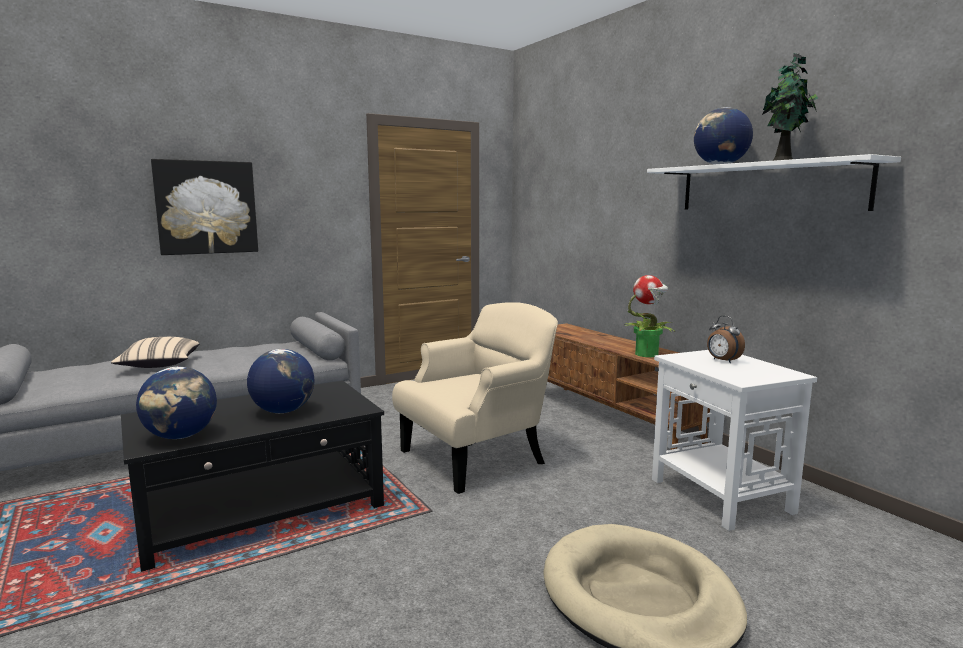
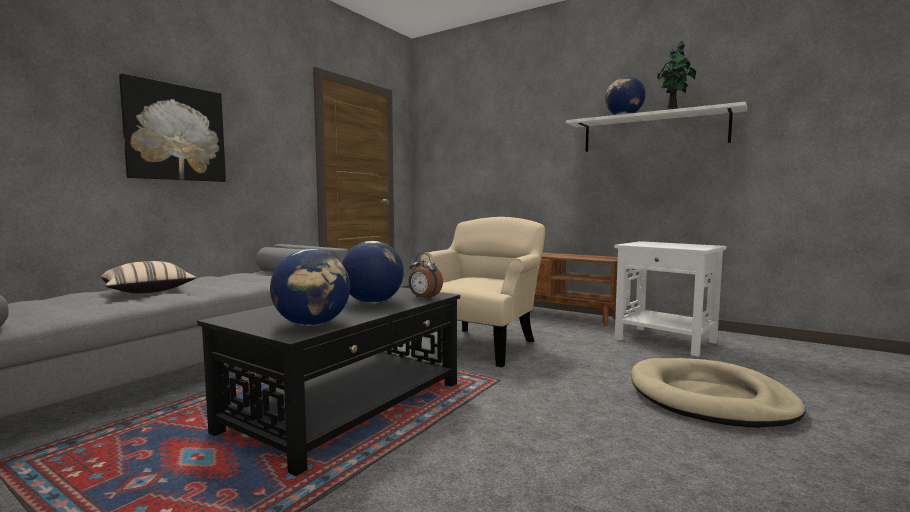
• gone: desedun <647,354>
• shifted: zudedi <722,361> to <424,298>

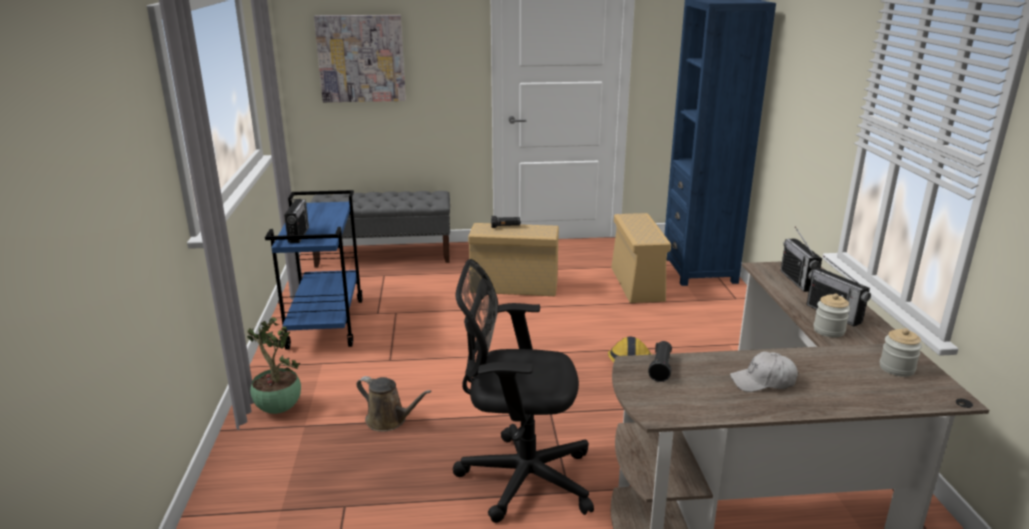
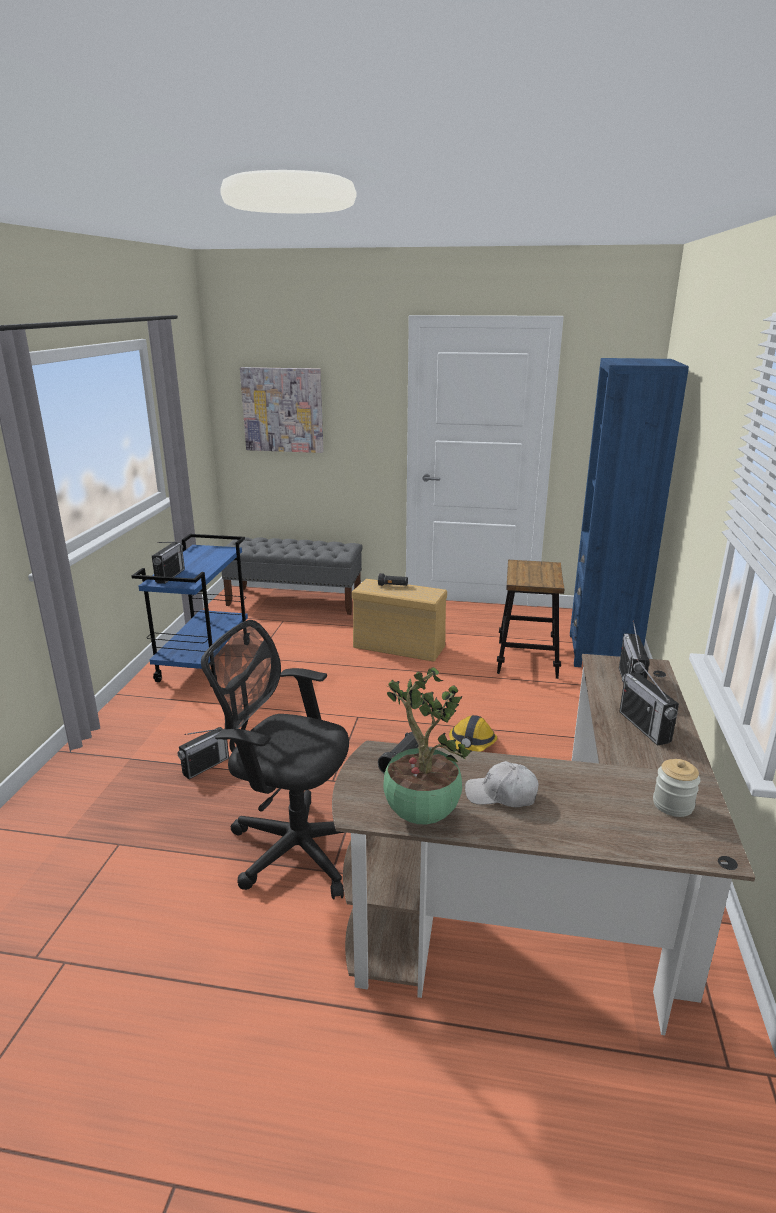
• gone: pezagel <828,330>
• shifted: desedun <277,409> to <420,813>
• swapped: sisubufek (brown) <389,420> to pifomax <206,766>
• swapped: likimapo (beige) <637,284> to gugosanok <527,659>

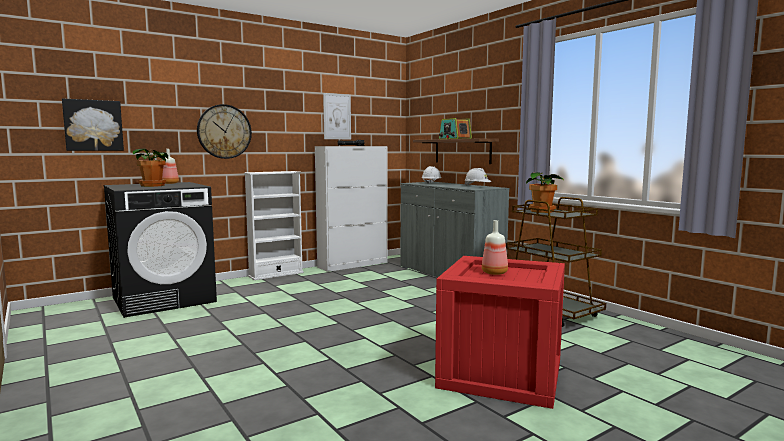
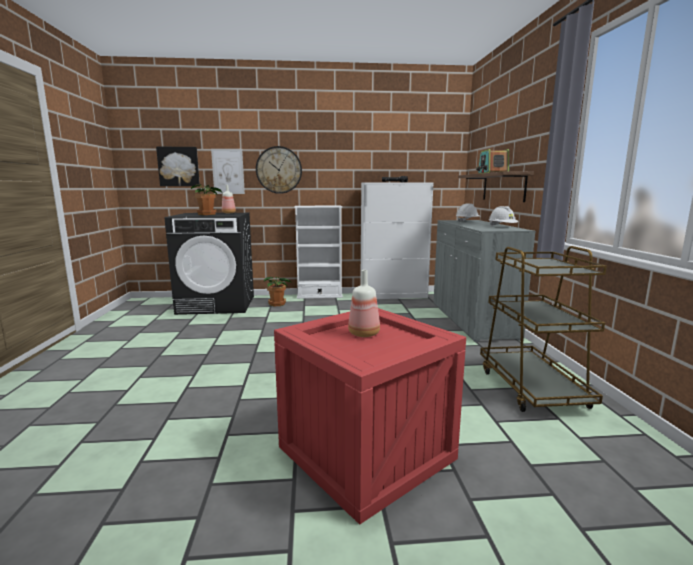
• shifted: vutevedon <337,116> to <228,171>
• shifted: desedun <542,211> to <278,304>

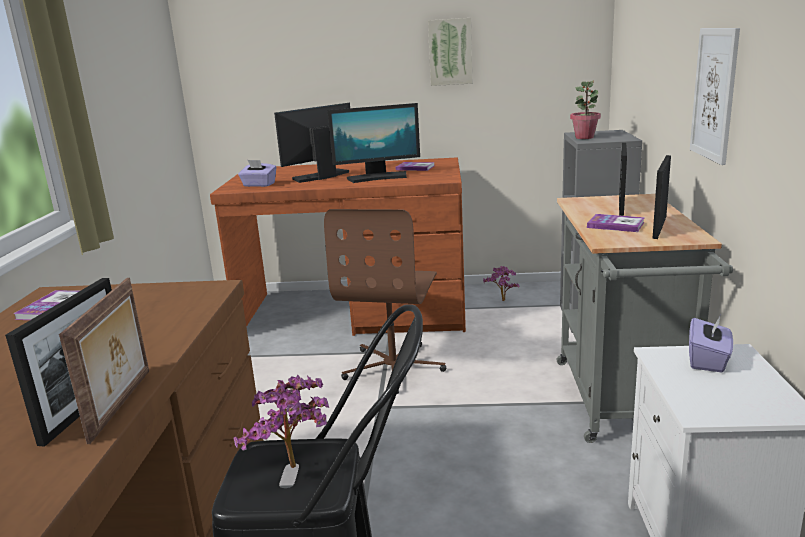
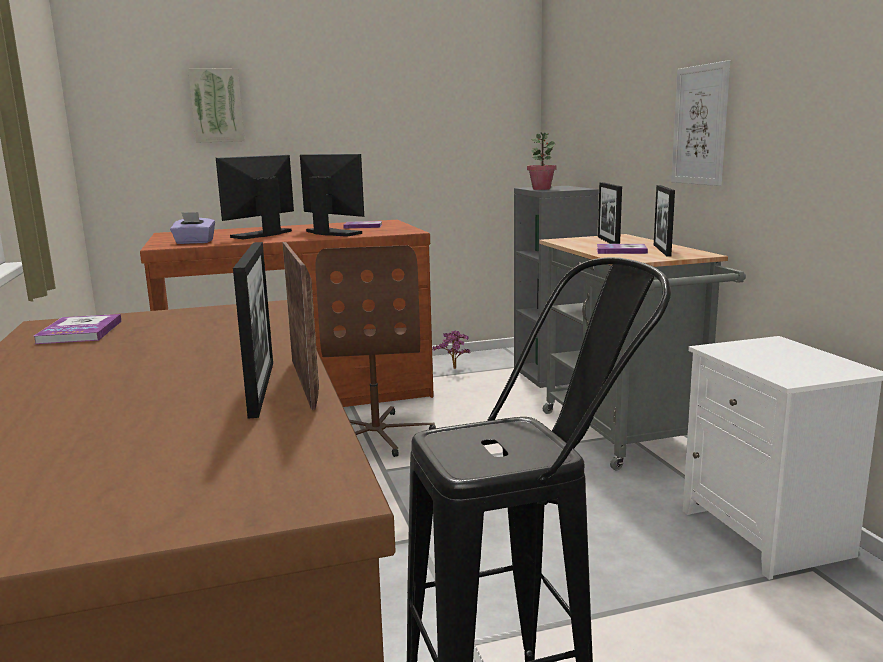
• gone: desedun <296,470>
• gone: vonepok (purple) <708,360>
• shifted: vutevedon <450,52> to <217,106>
• rotated: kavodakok <378,177> = <332,233> 105 degrees counterclockwise

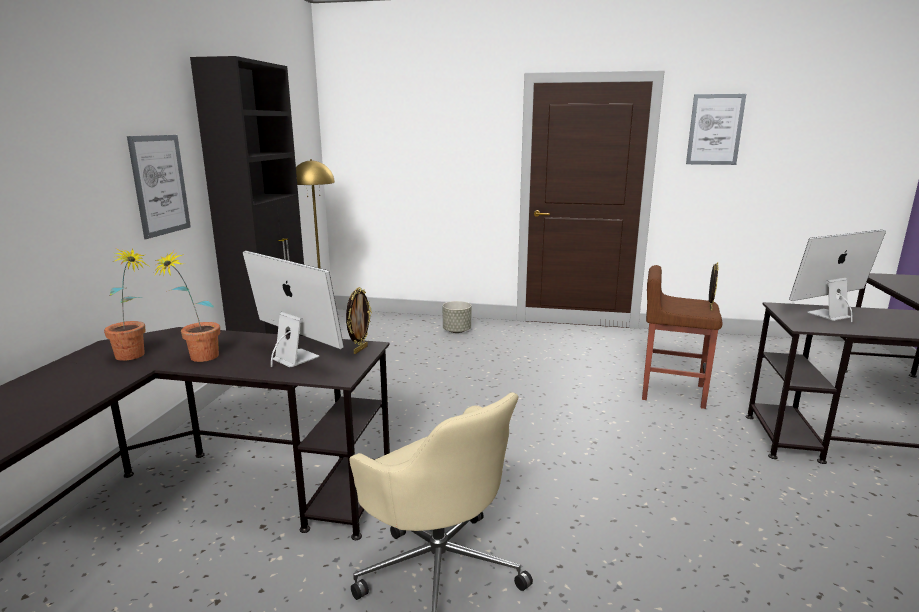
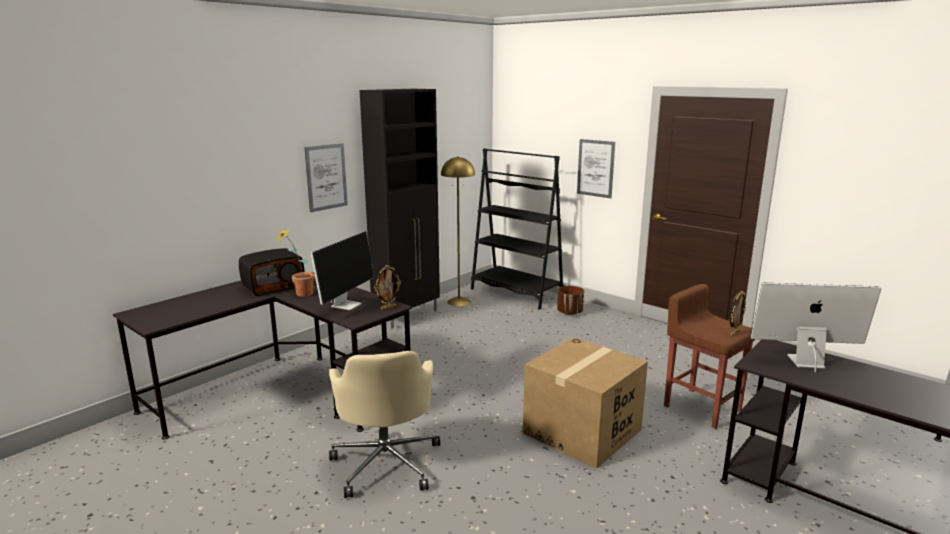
• new: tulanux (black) <516,293>
• new: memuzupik <582,432>
• shifted: vutevedon <715,129> to <595,168>
• swapped: desedun <135,357> to pifomax <273,286>
• repainted: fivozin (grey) <457,331> to fivozin (brown) <570,313>
• rotated: kavodakok <294,358> = <346,304> 45 degrees clockwise

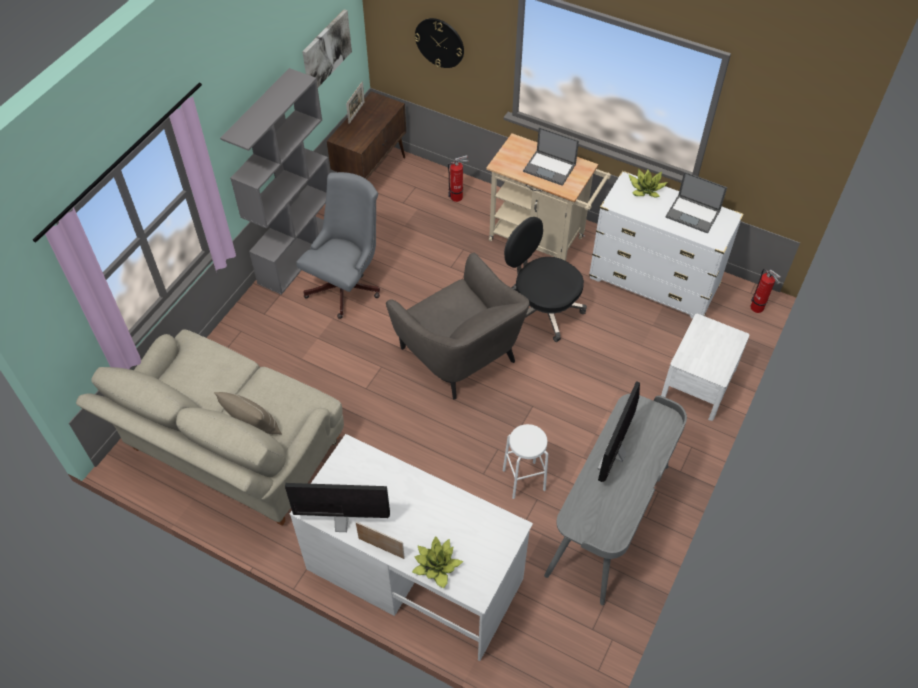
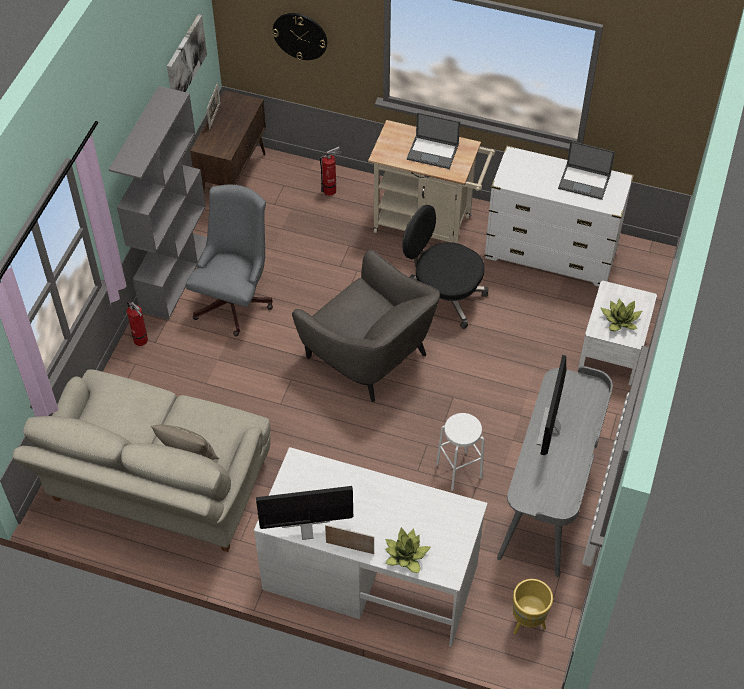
• new: fivozin (yellow) <528,622>
• shifted: desedun <645,190> to <620,321>
• shifted: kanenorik <758,308> to <141,341>

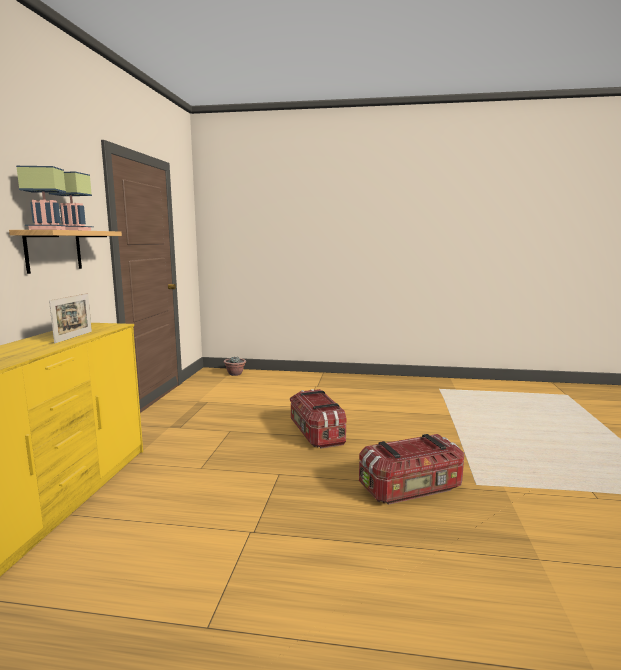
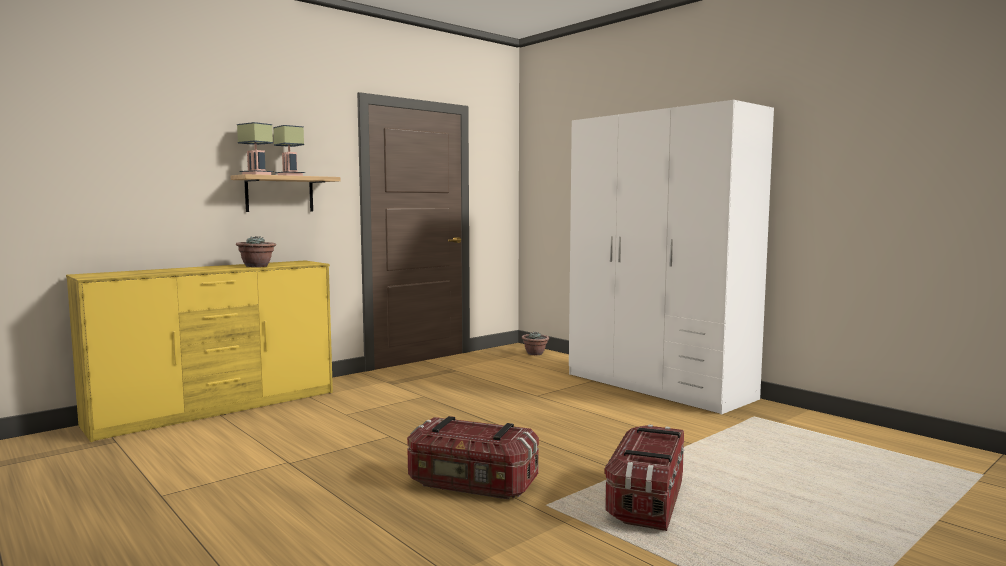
• new: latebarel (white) <658,386>
• shifted: likimapo <316,433> to <646,501>
• swapped: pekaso <74,337> to desedun <257,266>

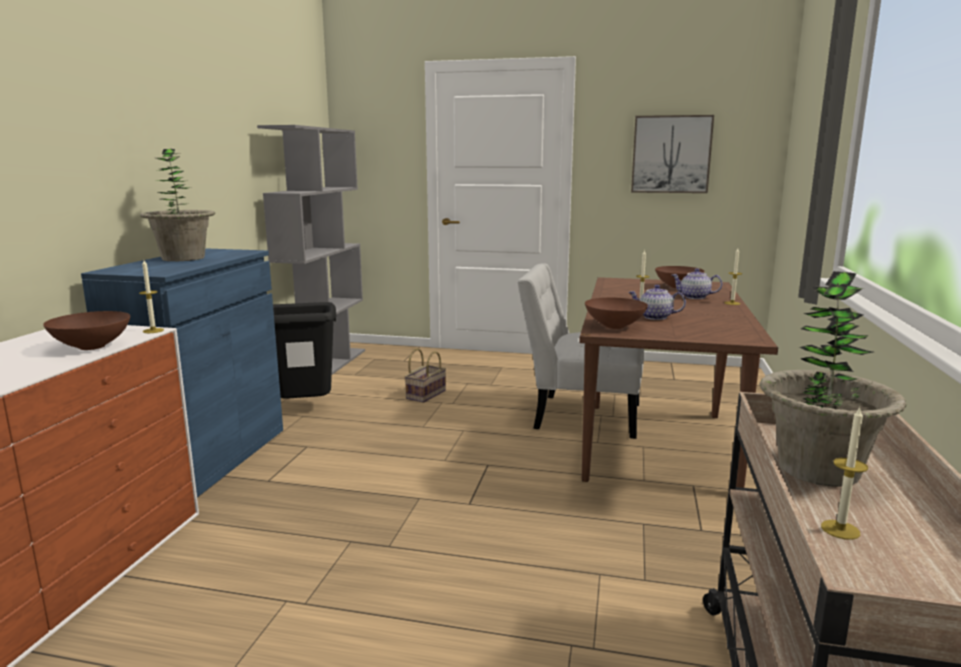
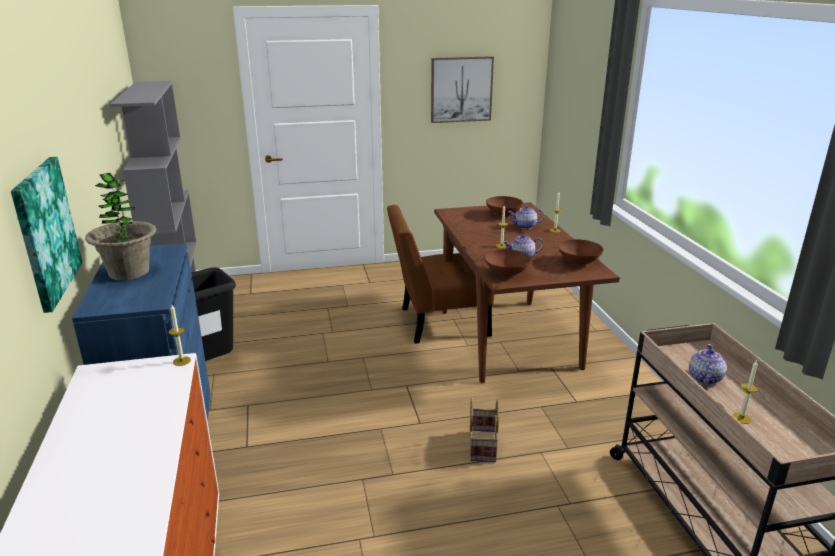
• new: vutevedon <45,231>
• shifted: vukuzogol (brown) <92,346> to <578,262>
• shifted: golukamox <426,394> to <481,445>
• swapped: desedun <818,469> to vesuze <704,378>
• repainted: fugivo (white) <580,415> to fugivo (brown) <438,322>

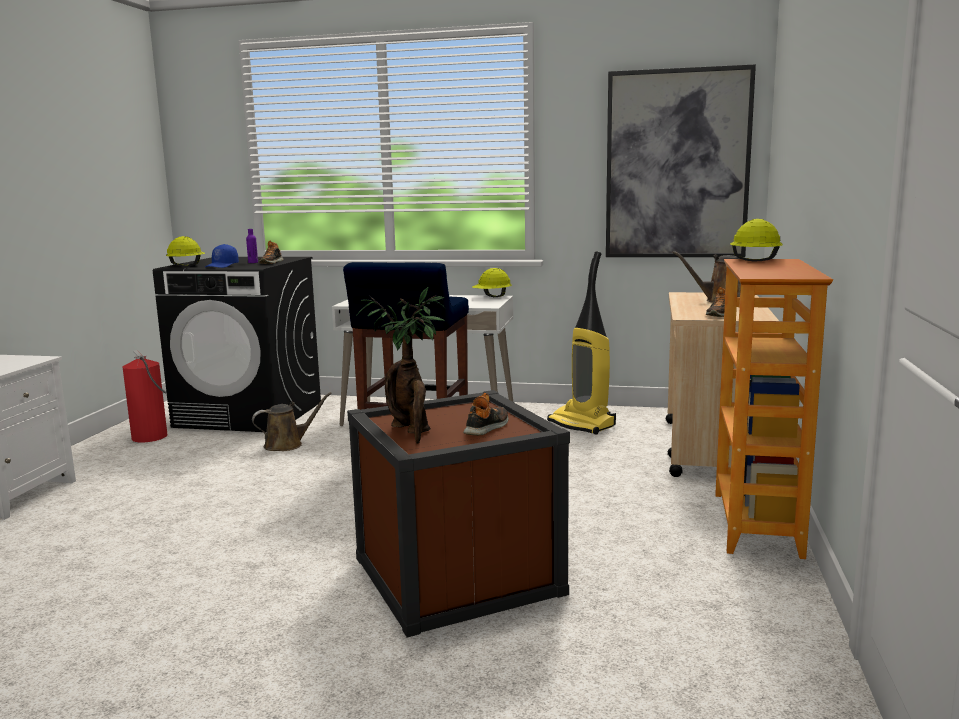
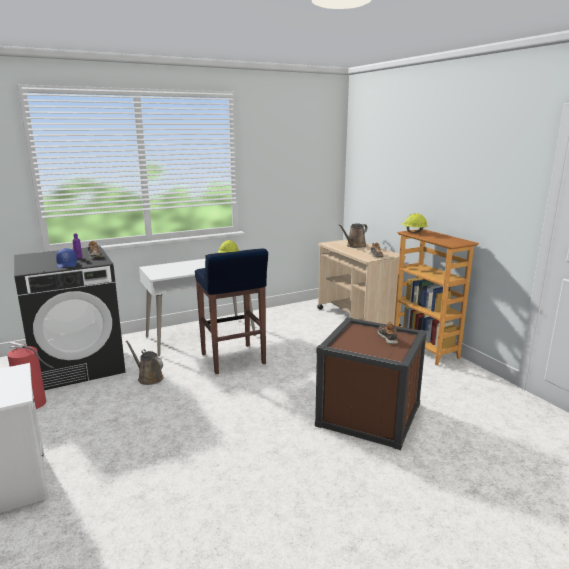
• gone: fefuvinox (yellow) <186,266>
• gone: desedun <411,431>
• gone: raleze <582,424>
• gone: vutevedon <677,165>
• rotated: sisubufek (brown) <287,444> = <148,378> 75 degrees counterclockwise

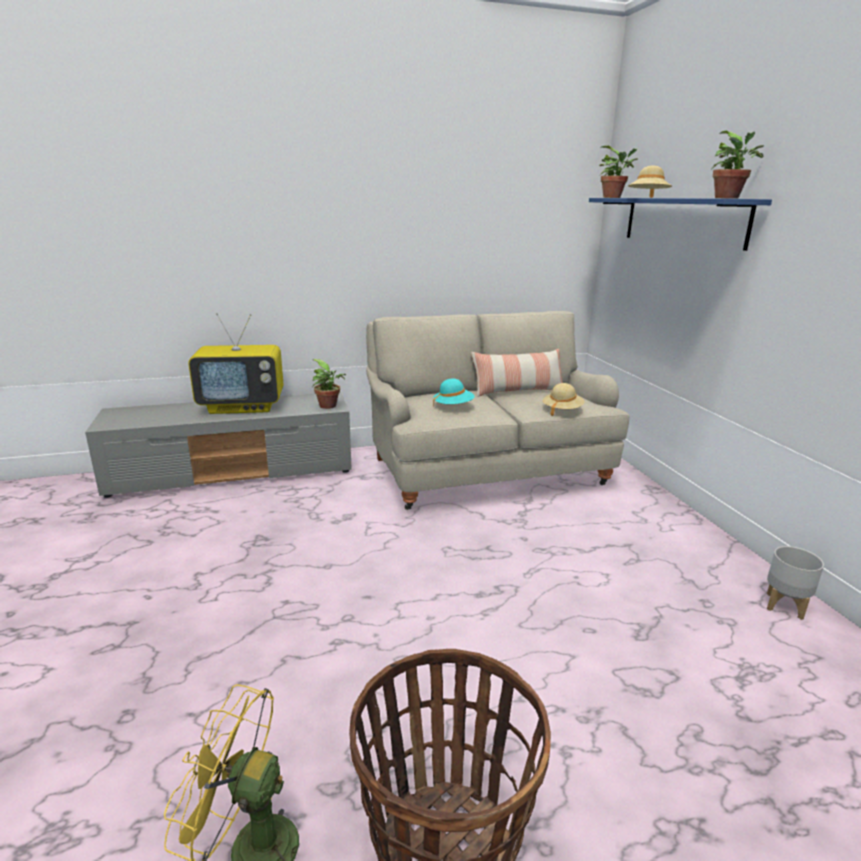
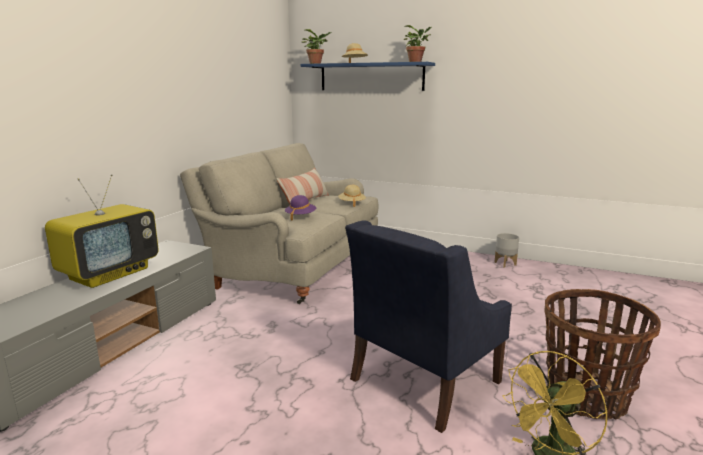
• gone: desedun <329,406>
• new: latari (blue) <423,381>
• repainted: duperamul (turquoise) <453,406> to duperamul (purple) <300,216>

